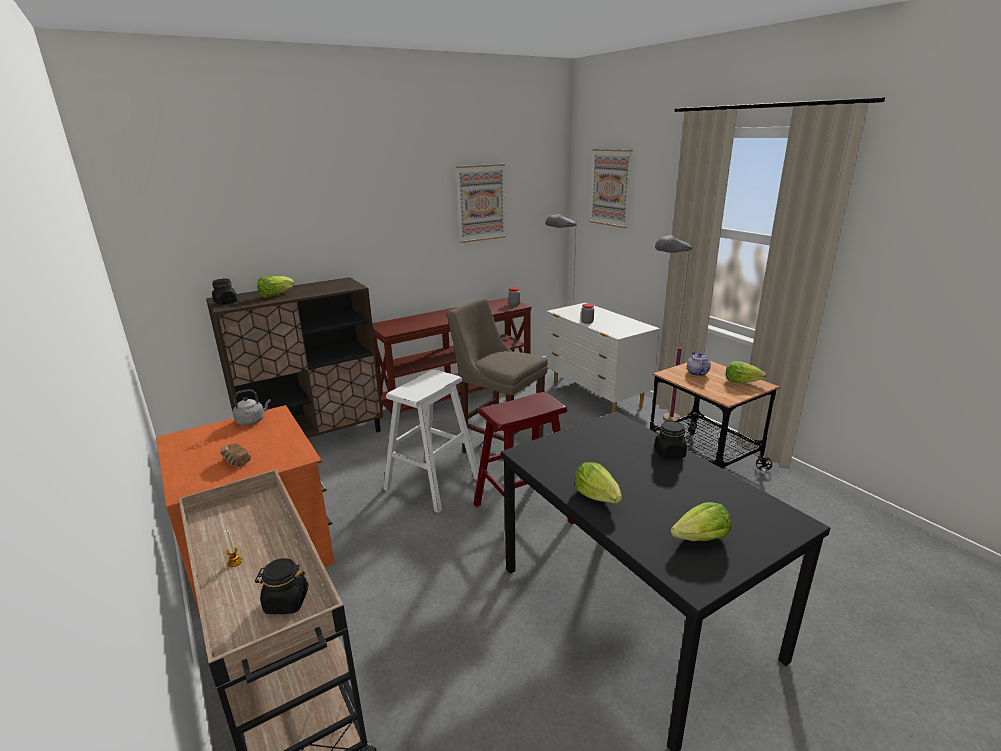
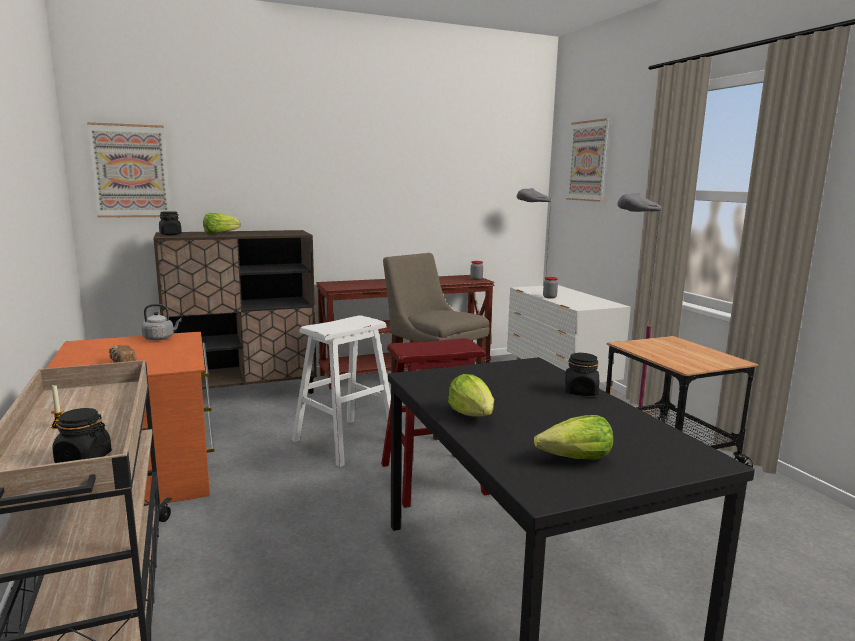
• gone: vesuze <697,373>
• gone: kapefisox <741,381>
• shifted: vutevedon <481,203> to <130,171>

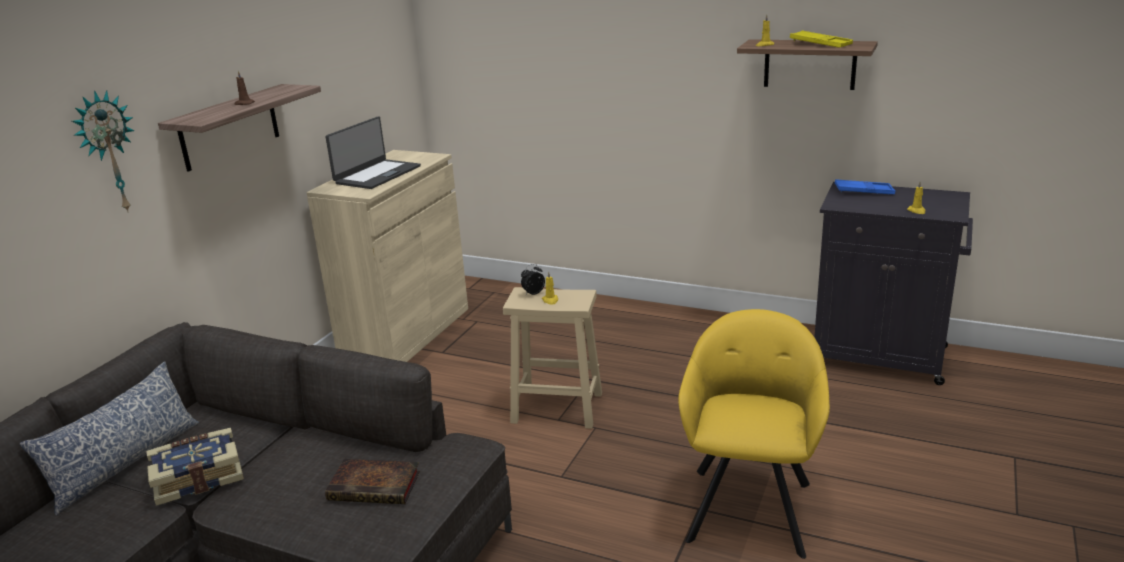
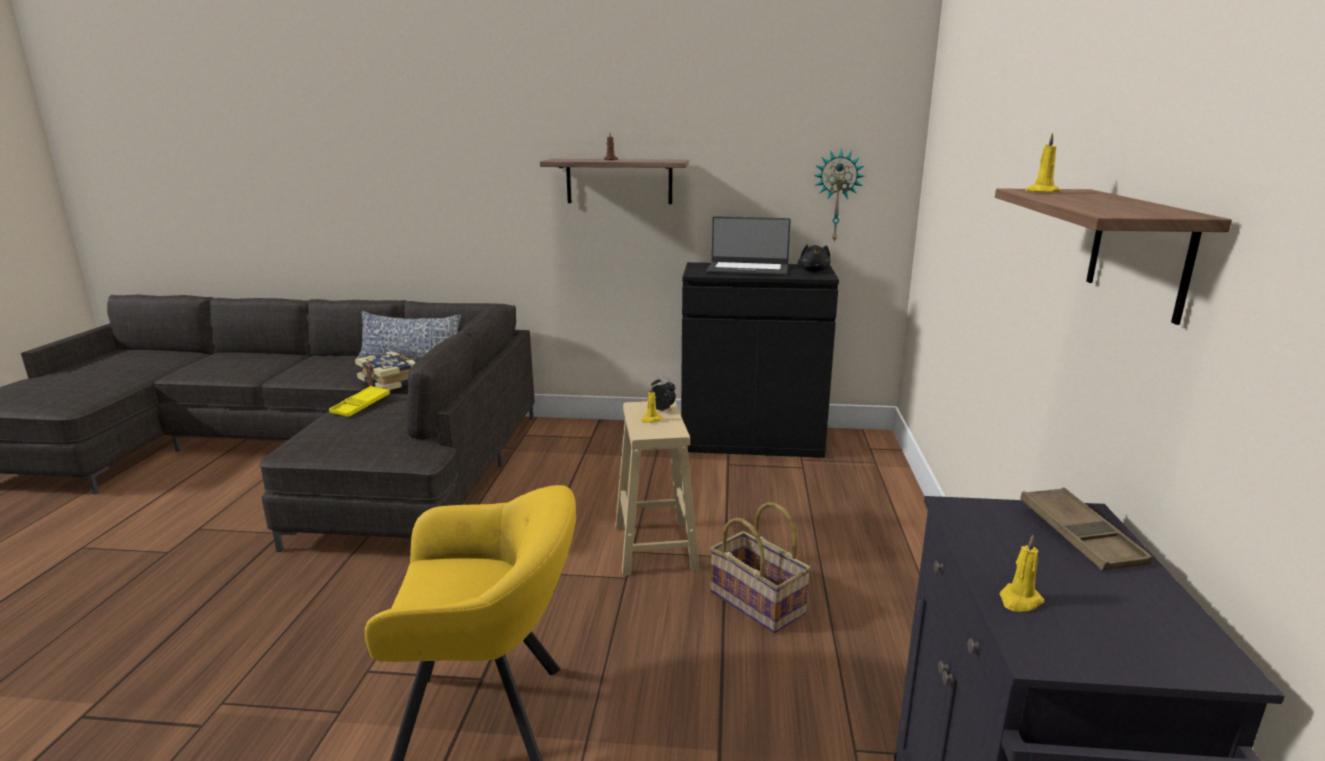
• gone: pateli <377,486>
• new: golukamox <758,602>
• new: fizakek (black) <813,271>
• shifted: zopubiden <107,153> to <837,196>
• shifted: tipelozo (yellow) <820,44> to <361,405>
• repainted: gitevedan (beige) <406,333> to gitevedan (black) <751,440>
• repainted: tipelozo (blue) <864,191> to tipelozo (brown) <1079,536>

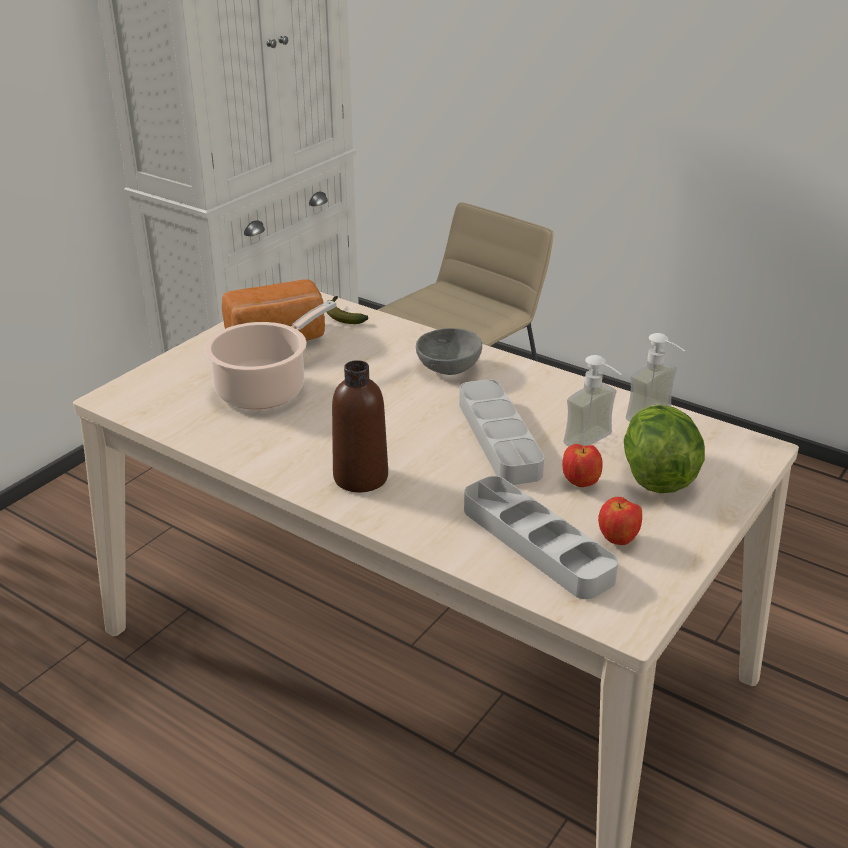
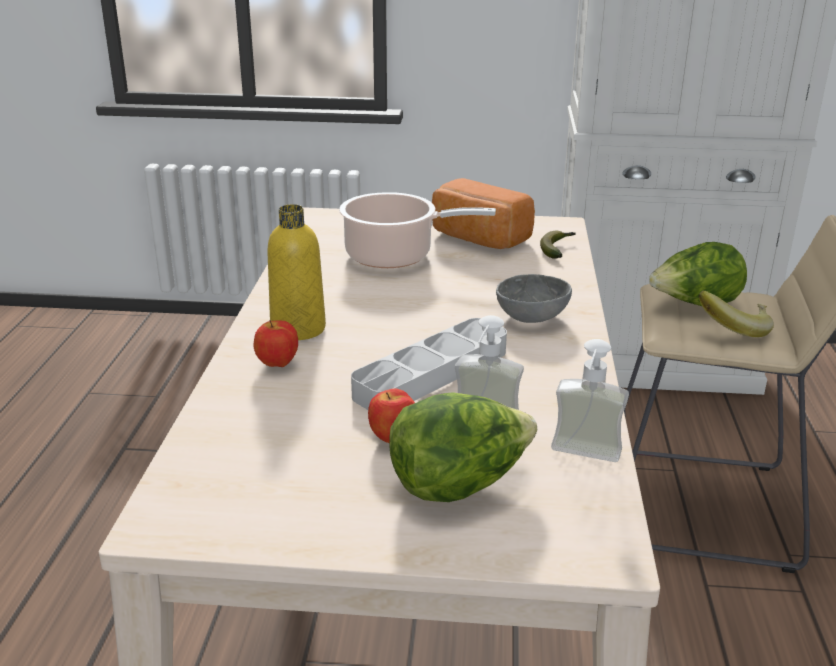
• gone: tipelozo (grey) <536,543>
• new: kapefisox <695,305>
• new: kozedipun <733,329>
• shifted: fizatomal <618,540> to <277,364>
• repainted: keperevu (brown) <360,477> to keperevu (yellow) <298,328>

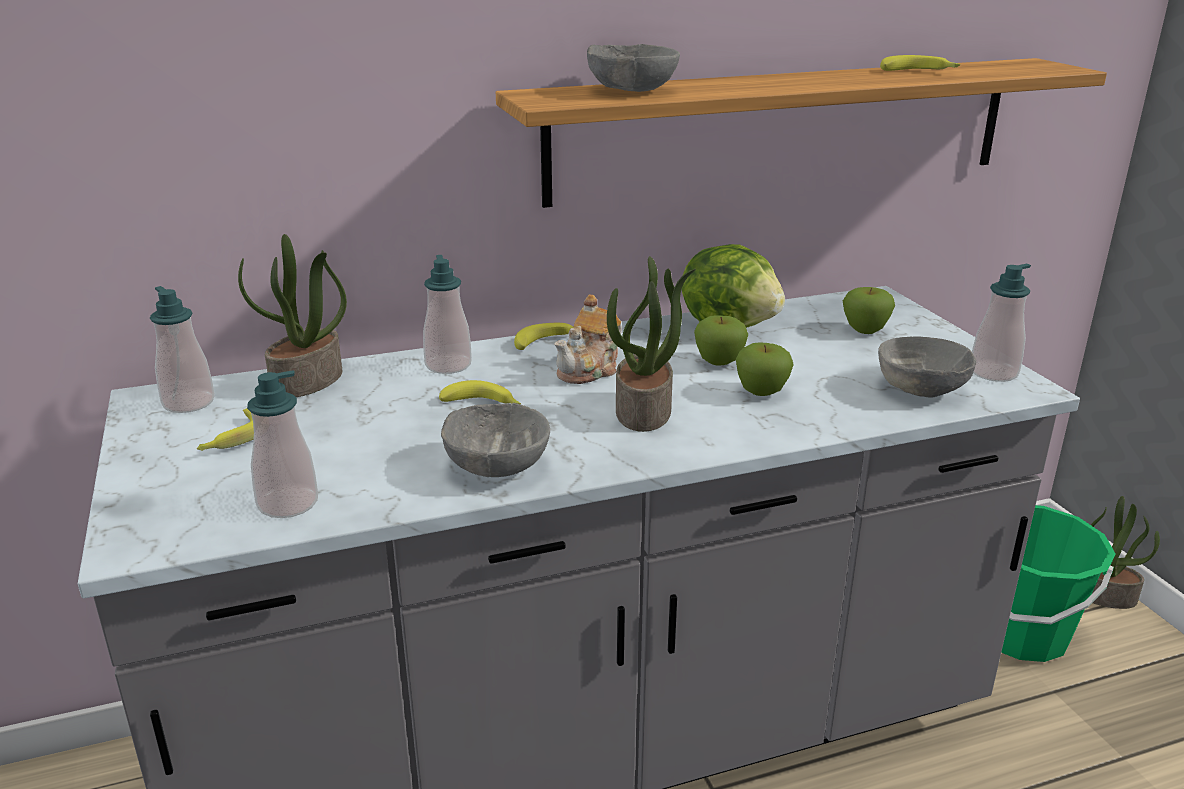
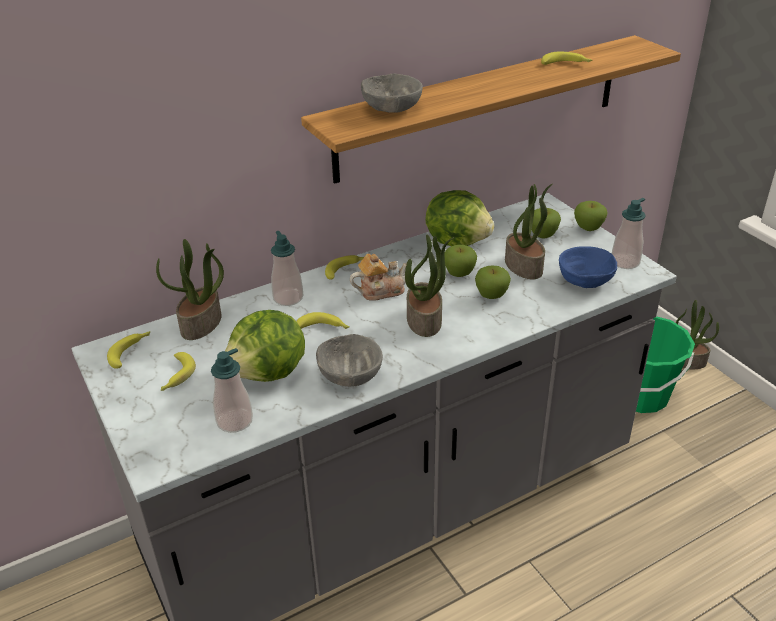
• new: kapefisox <269,373>
• new: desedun <524,266>
• new: fizatomal <588,228>
• swapped: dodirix <188,403> to kozedipun <131,352>
• repainted: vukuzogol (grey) <921,389> to vukuzogol (blue) <585,281>
• rotated: vesuze <590,370> = <381,291> 135 degrees counterclockwise

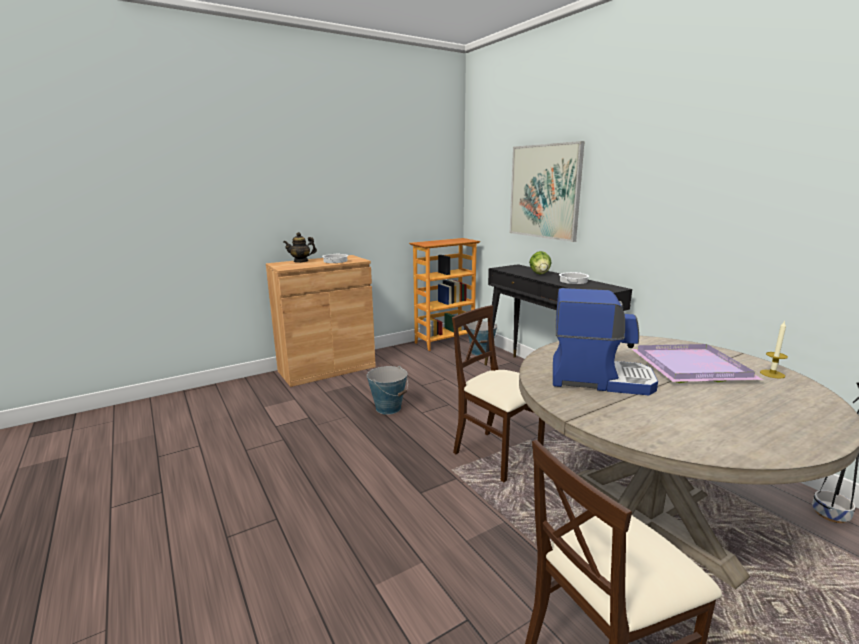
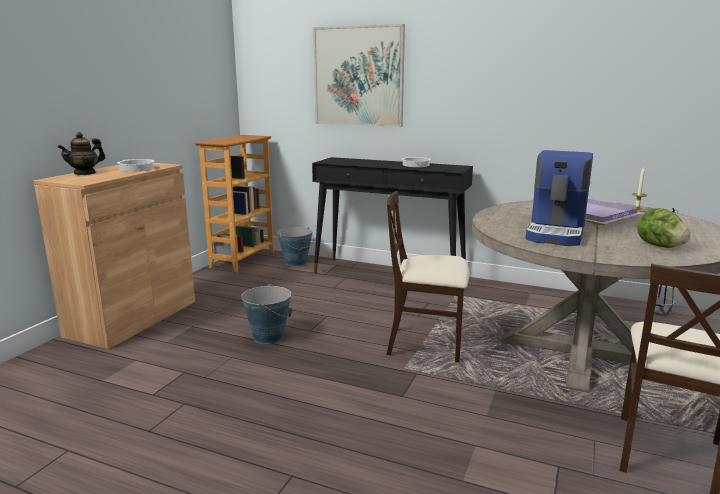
• shifted: kapefisox <540,274> to <659,246>
• rotated: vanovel <599,379> = <557,233> 135 degrees clockwise

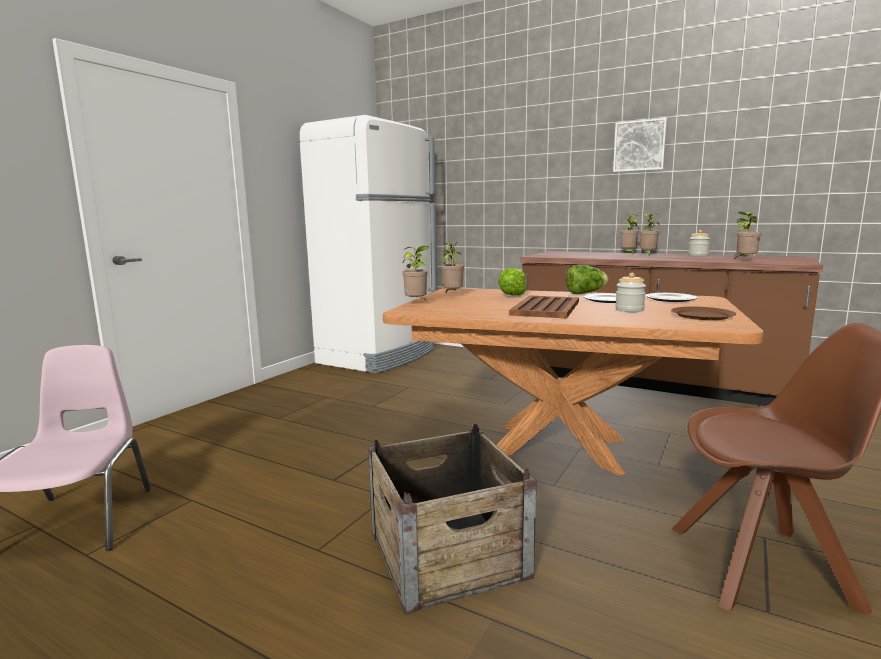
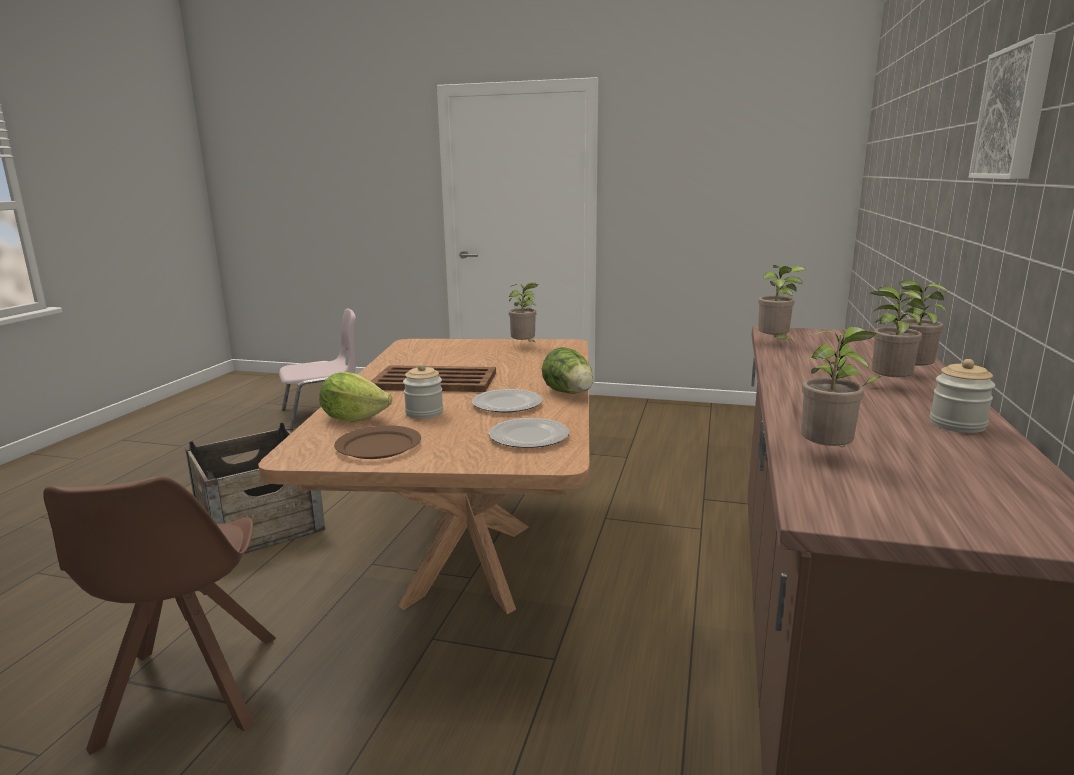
• gone: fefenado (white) <379,356>
• shifted: desedun <417,303> to <774,343>
• shifted: kapefisox <513,295> to <354,418>

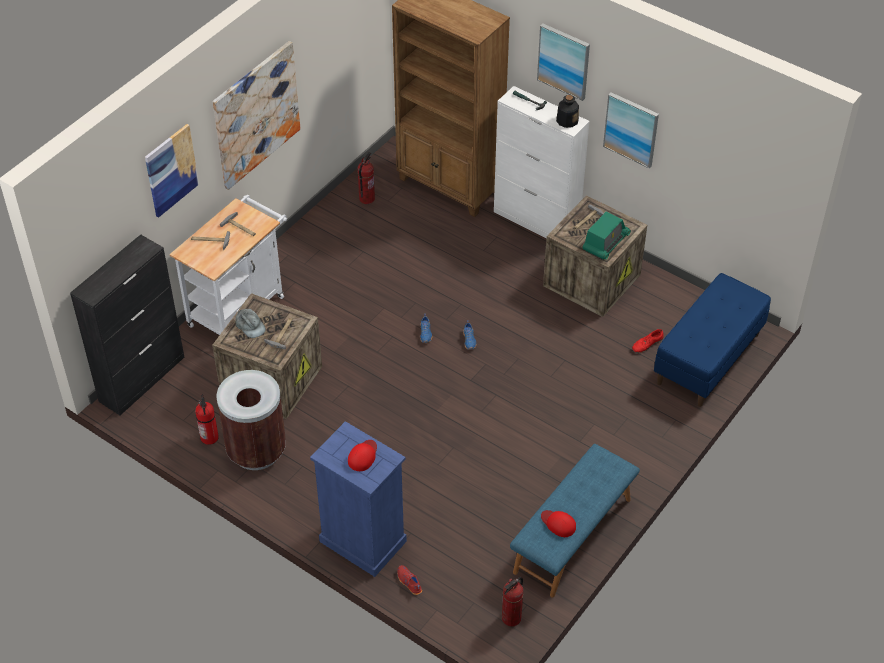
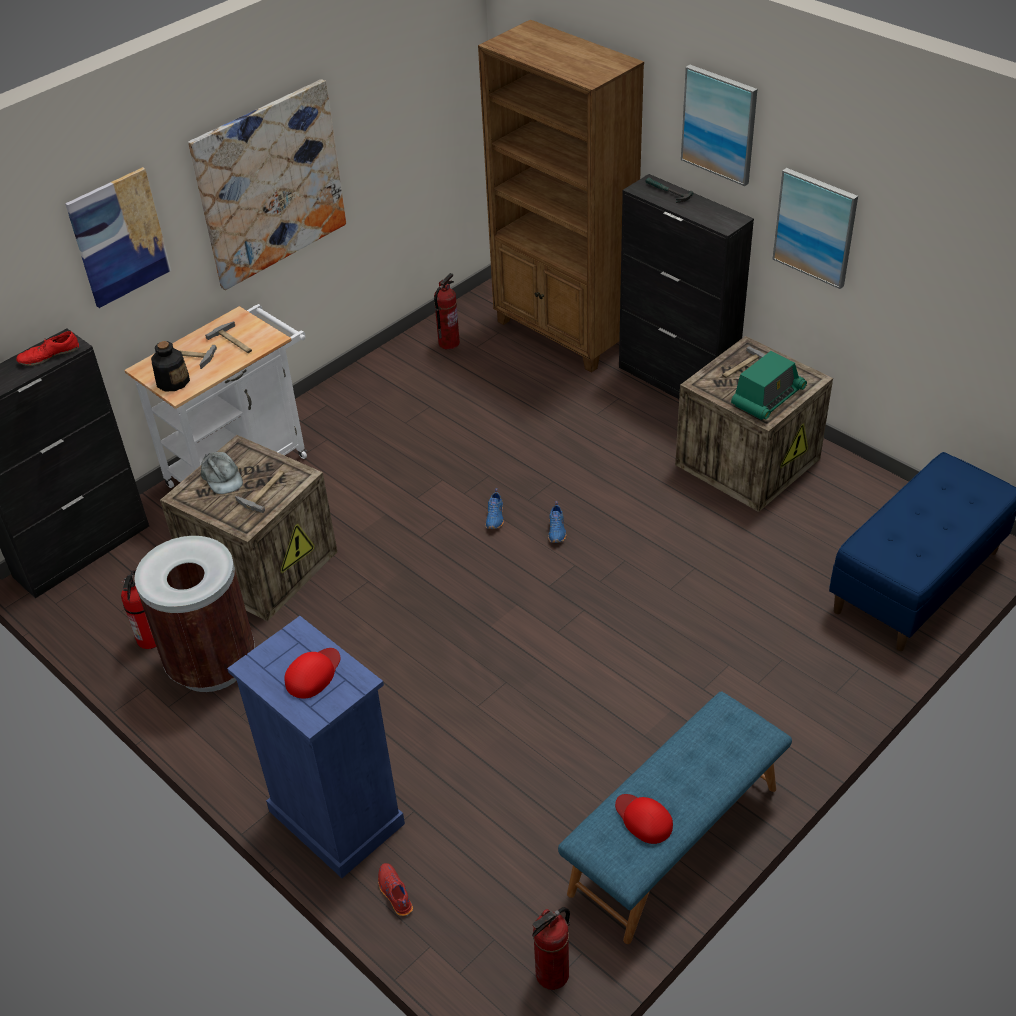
• shifted: keperevu <567,120> to <173,381>
• shifted: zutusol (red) <647,344> to <49,355>
• repainted: gitevedan (white) <536,222> to gitevedan (black) <677,383>

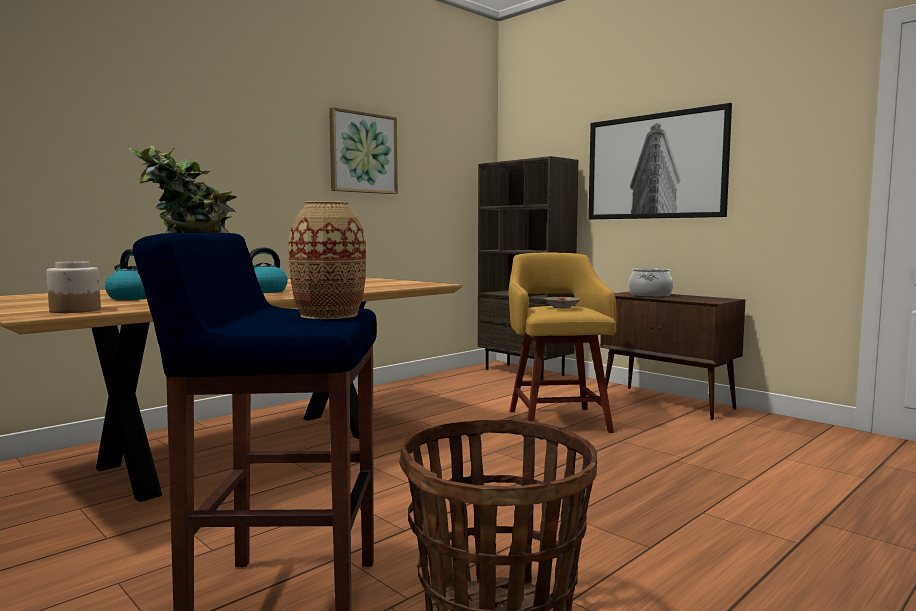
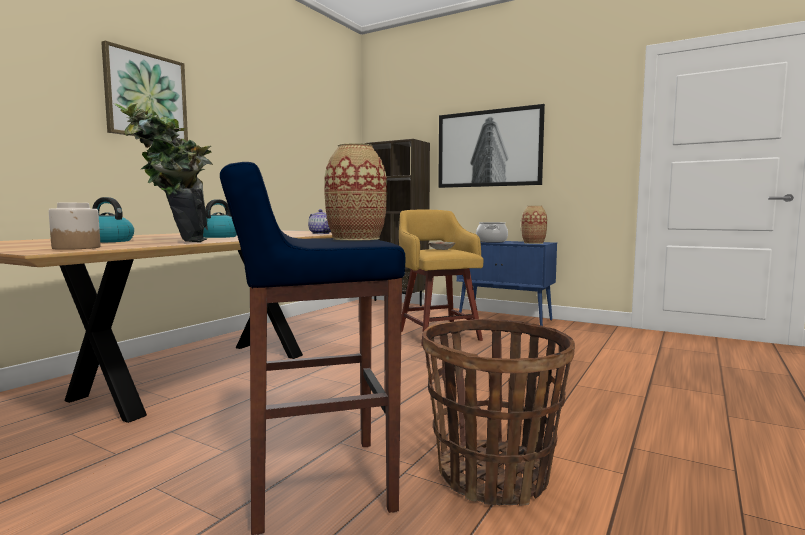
• new: vesuze <321,233>
• new: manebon <533,243>
• shifted: vutevedon <363,153> to <146,96>
• repainted: gitevedan (brown) <668,403> to gitevedan (blue) <505,319>

